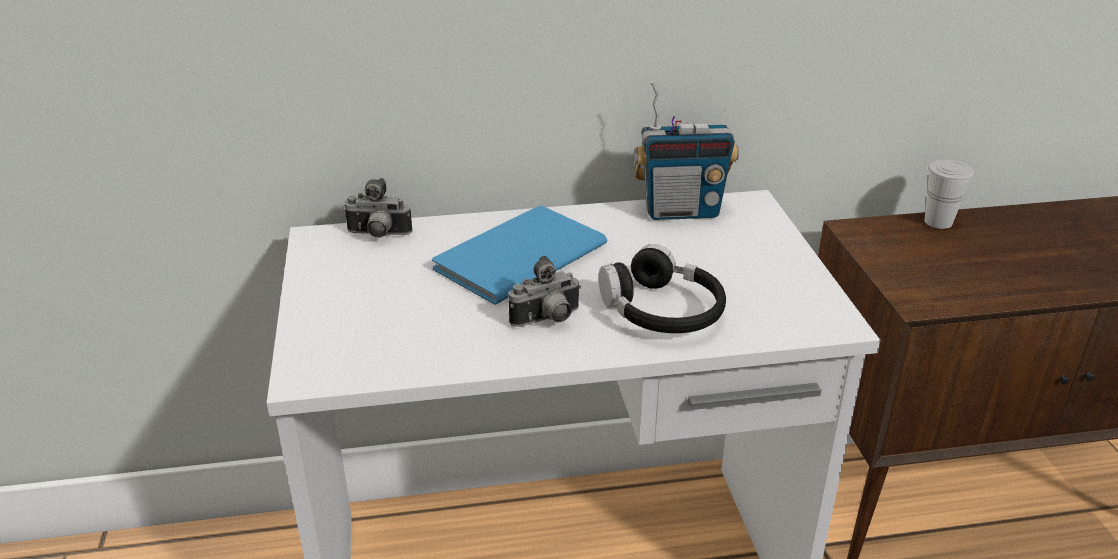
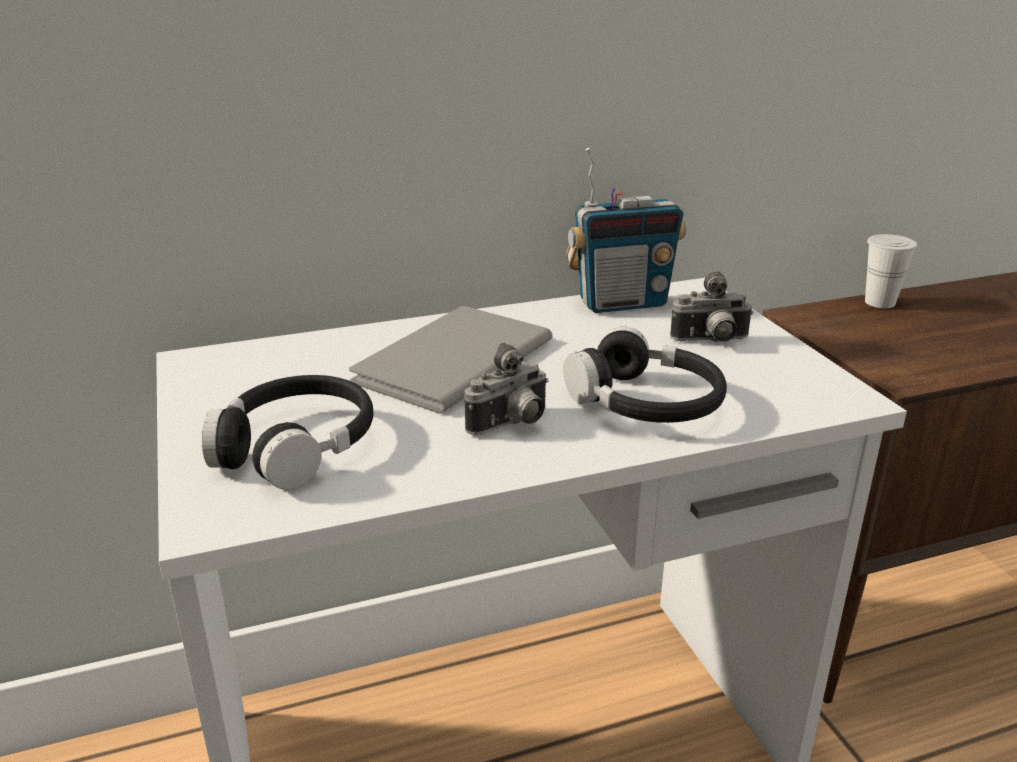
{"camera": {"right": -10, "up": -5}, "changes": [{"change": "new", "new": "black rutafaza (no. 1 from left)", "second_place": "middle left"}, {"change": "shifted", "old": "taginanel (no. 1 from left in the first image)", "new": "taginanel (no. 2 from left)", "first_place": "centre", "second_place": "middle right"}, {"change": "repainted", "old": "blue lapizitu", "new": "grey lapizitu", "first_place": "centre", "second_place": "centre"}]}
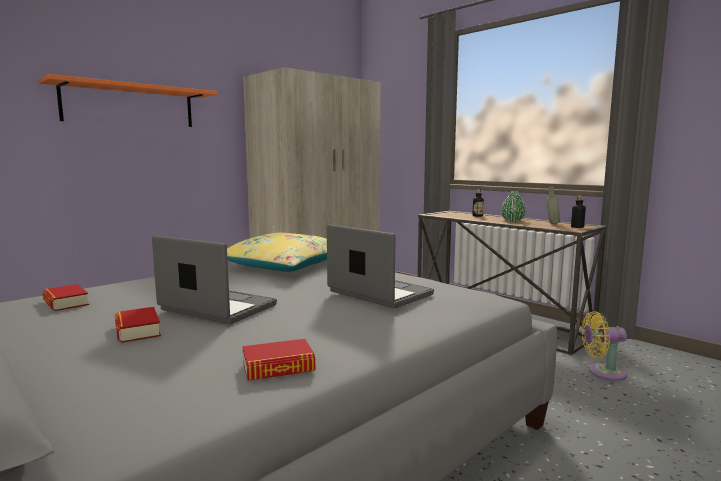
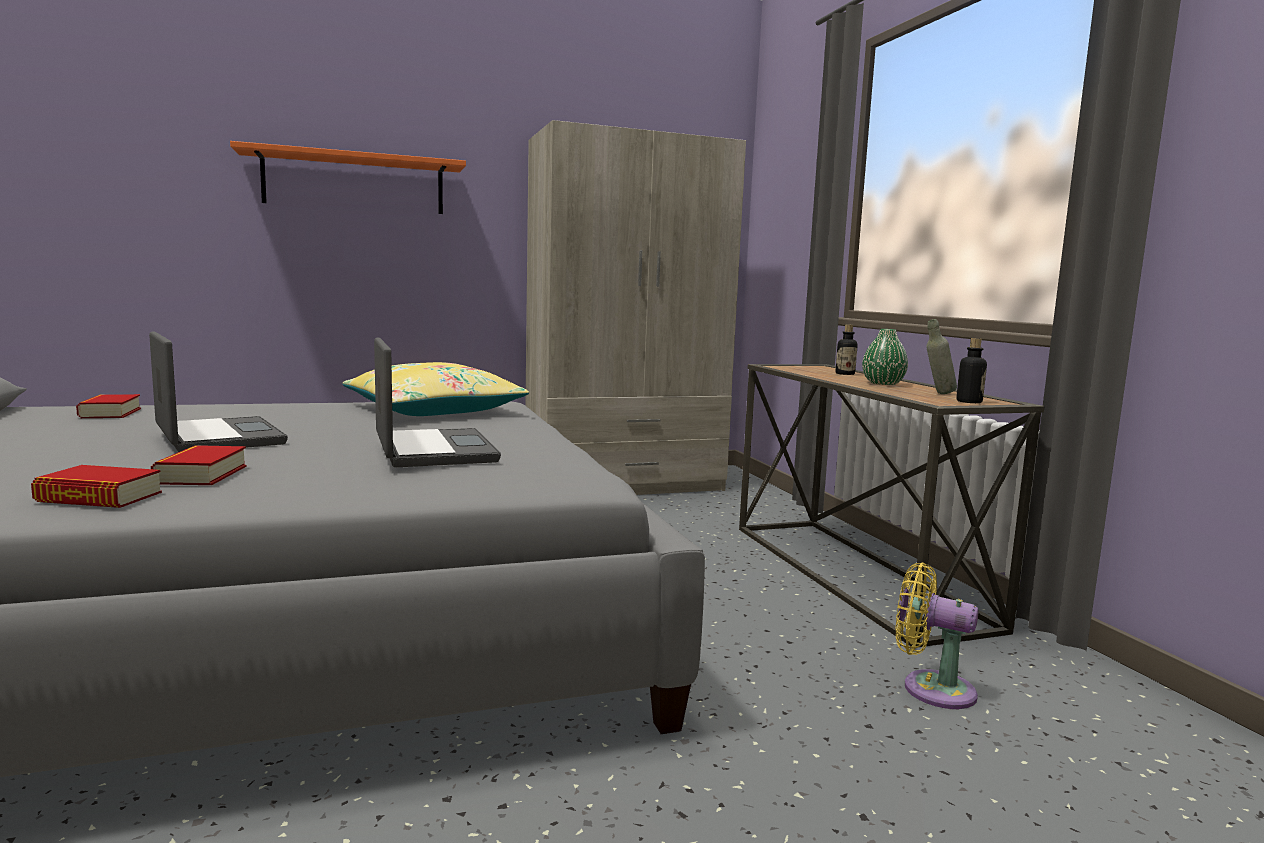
{"camera": {"right": 25, "up": 0}, "changes": [{"change": "shifted", "old": "lapizitu (no. 2 from left in the first image)", "new": "lapizitu (no. 3 from left)", "first_place": "bottom left", "second_place": "middle left"}]}
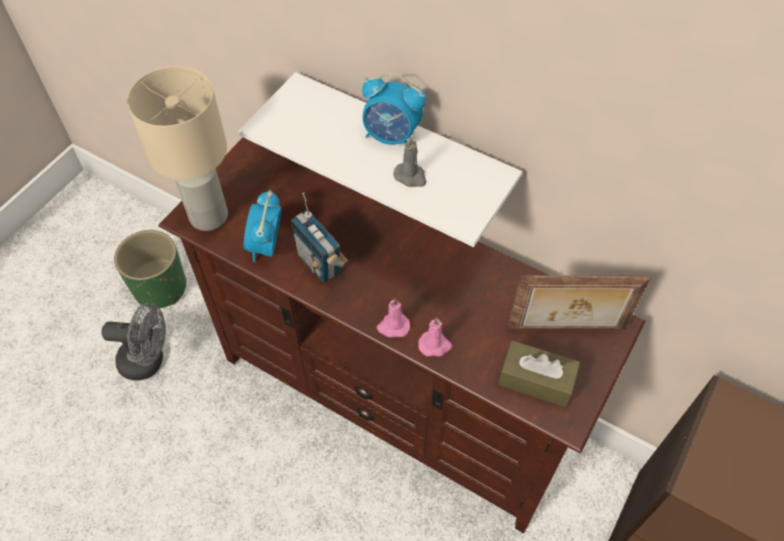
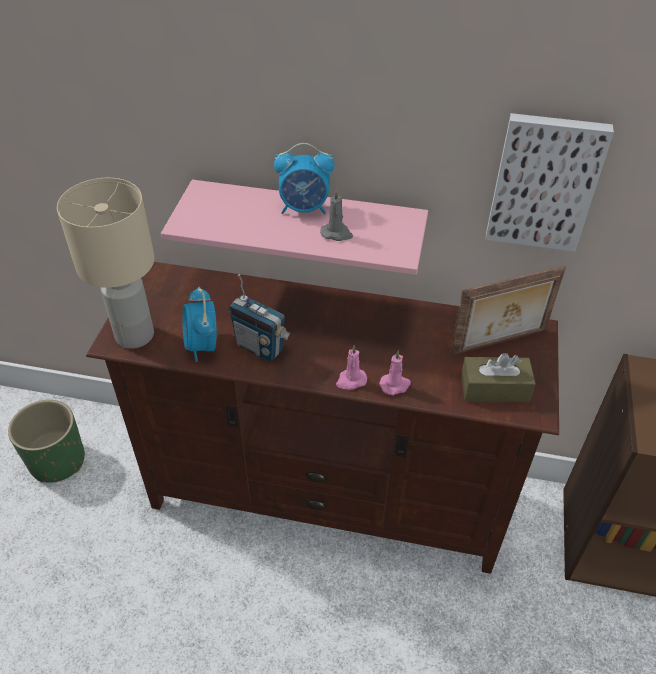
{"camera": {"right": -20, "up": -10}, "changes": [{"change": "gone", "old": "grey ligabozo", "first_place": "middle left"}, {"change": "new", "new": "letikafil", "second_place": "top right"}, {"change": "repainted", "old": "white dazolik", "new": "pink dazolik", "first_place": "top centre", "second_place": "centre"}]}
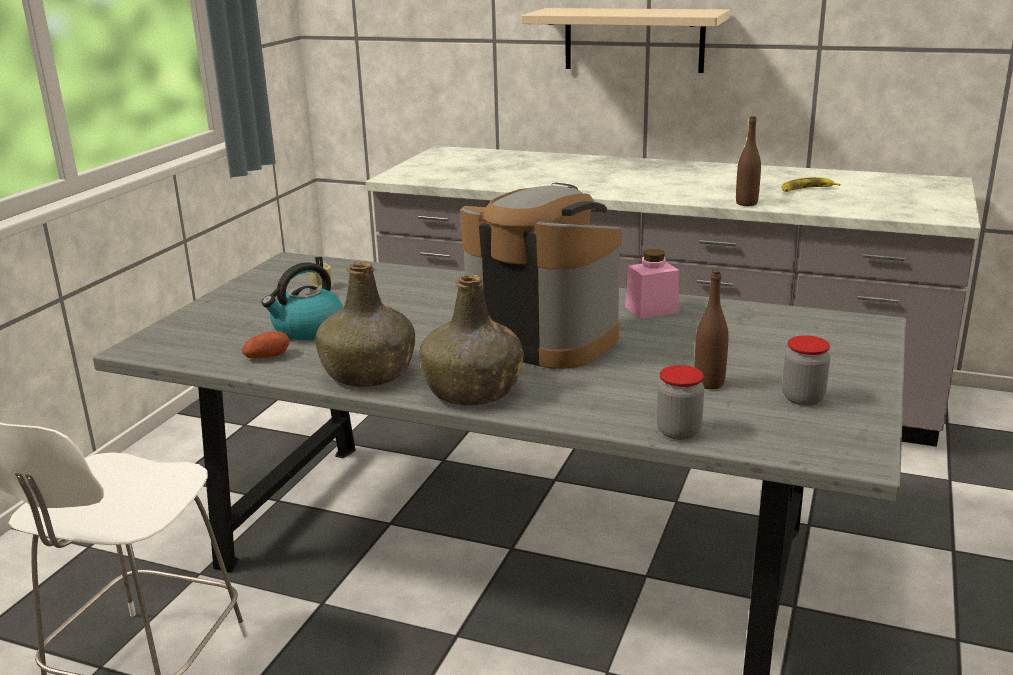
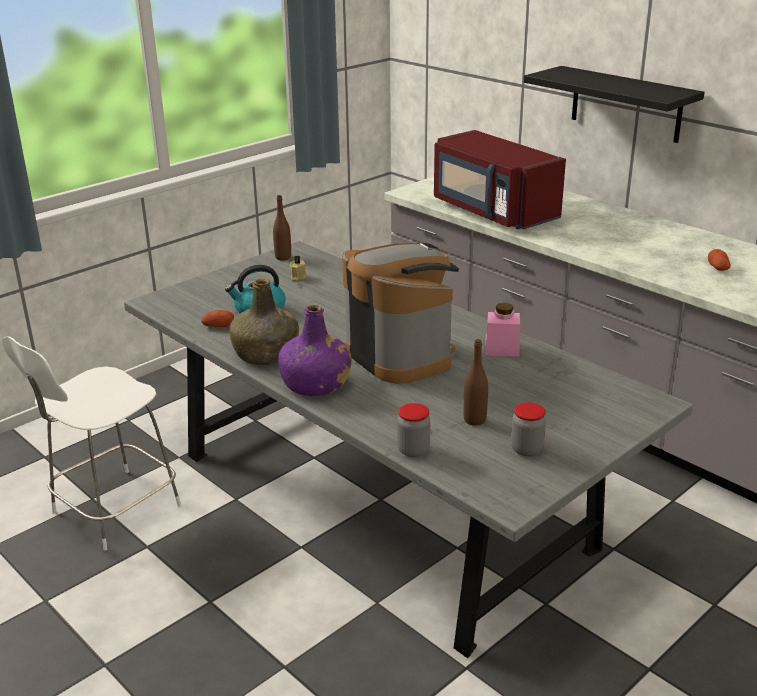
{"camera": {"right": 25, "up": 5}, "changes": [{"change": "new", "new": "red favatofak", "second_place": "top centre"}, {"change": "shifted", "old": "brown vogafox (no. 2 from left in the first image)", "new": "brown vogafox (no. 1 from left)", "first_place": "top right", "second_place": "top centre"}, {"change": "swapped", "old": "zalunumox", "new": "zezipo (no. 2 from left)", "first_place": "top right", "second_place": "middle right"}, {"change": "repainted", "old": "green vogafox (no. 2 from left)", "new": "purple vogafox", "first_place": "centre", "second_place": "centre"}, {"change": "repainted", "old": "beige dazolik", "new": "black dazolik", "first_place": "top centre", "second_place": "top right"}]}
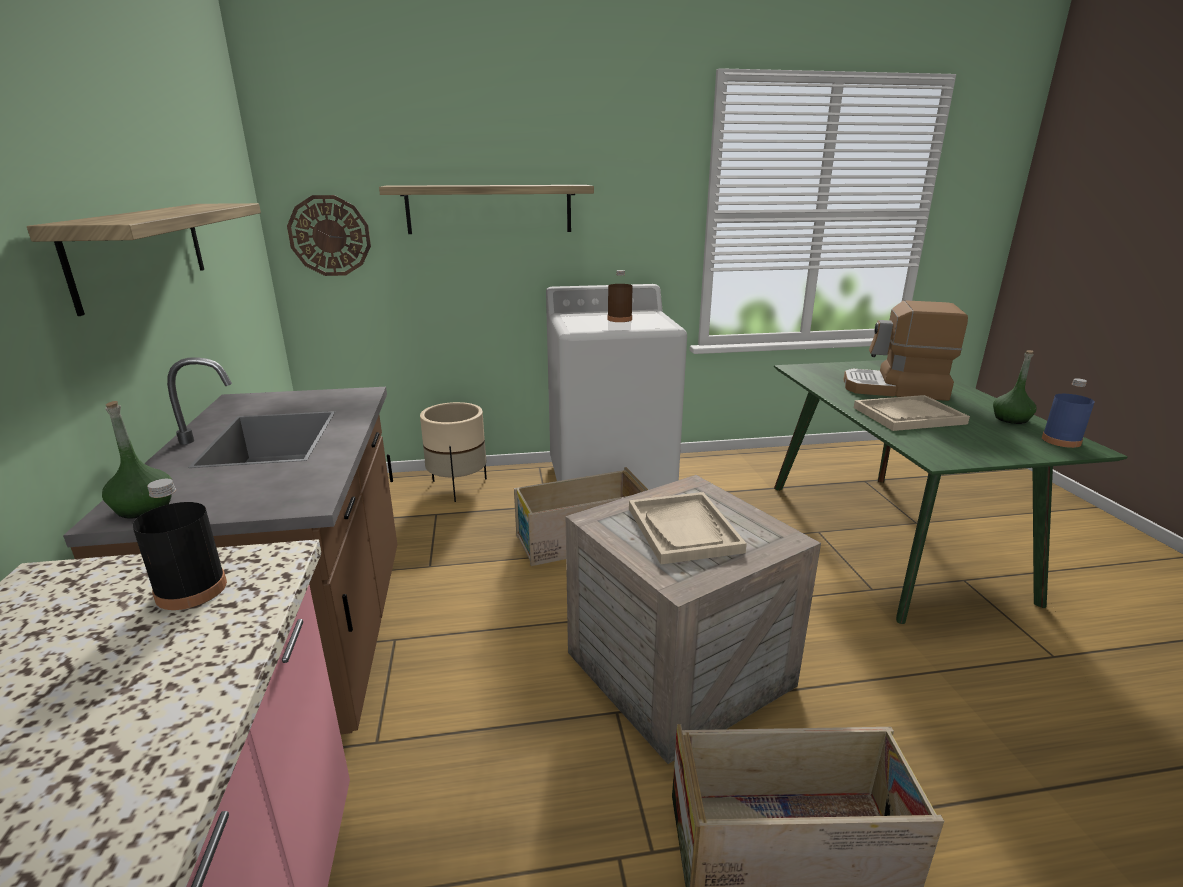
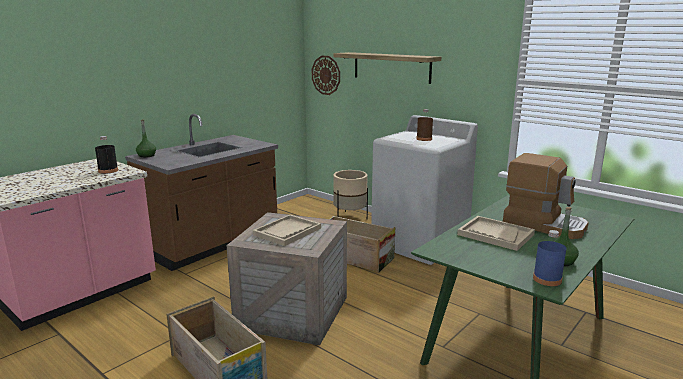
{"camera": {"right": 50, "up": -5}, "changes": [{"change": "gone", "old": "dazolik (no. 1 from left)", "first_place": "top left"}, {"change": "rotated", "old": "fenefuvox", "first_place": "middle right", "second_place": "middle right", "degrees": 150}]}
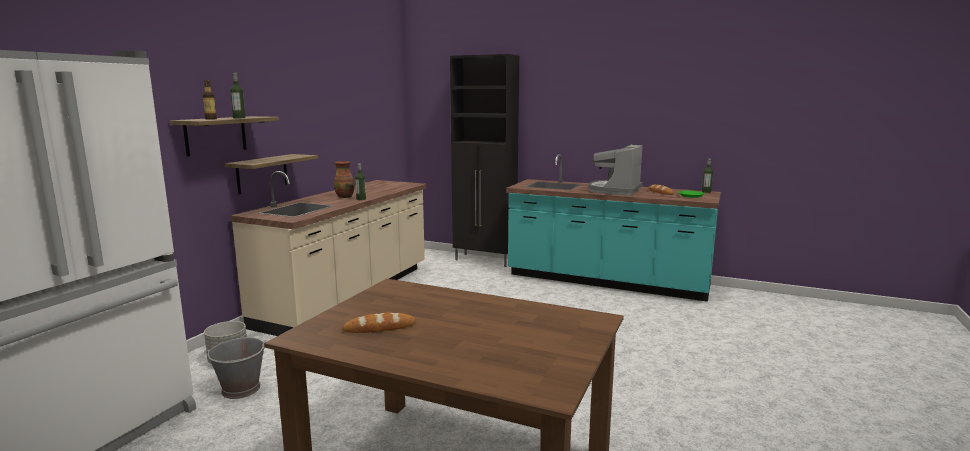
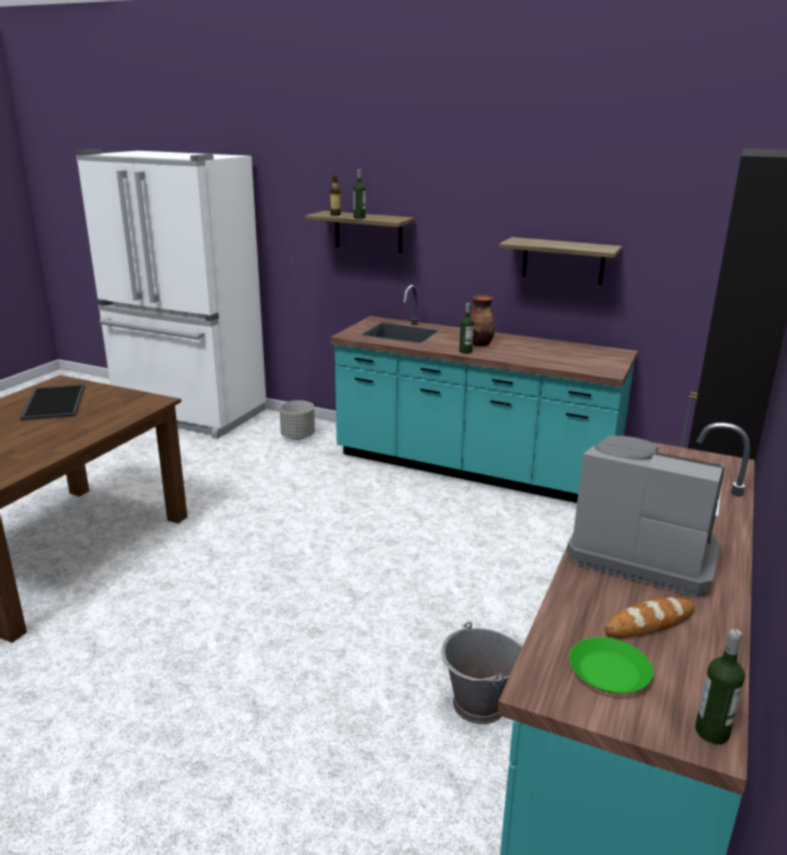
{"camera": {"right": 90, "up": 10}, "changes": [{"change": "shifted", "old": "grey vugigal", "first_place": "bottom left", "second_place": "bottom centre"}, {"change": "shifted", "old": "dazolik (no. 2 from left)", "first_place": "middle left", "second_place": "top right"}, {"change": "swapped", "old": "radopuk (no. 1 from left)", "new": "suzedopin", "first_place": "bottom centre", "second_place": "middle left"}, {"change": "repainted", "old": "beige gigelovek", "new": "turquoise gigelovek (no. 1 from left)", "first_place": "centre", "second_place": "centre"}]}
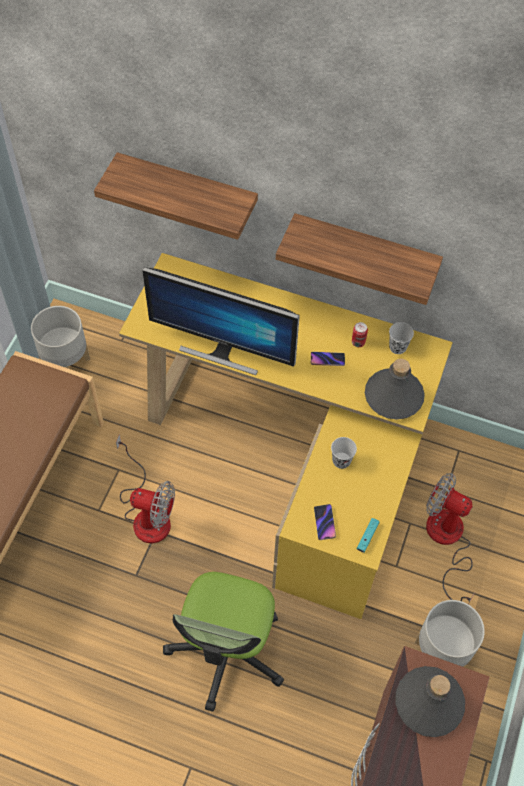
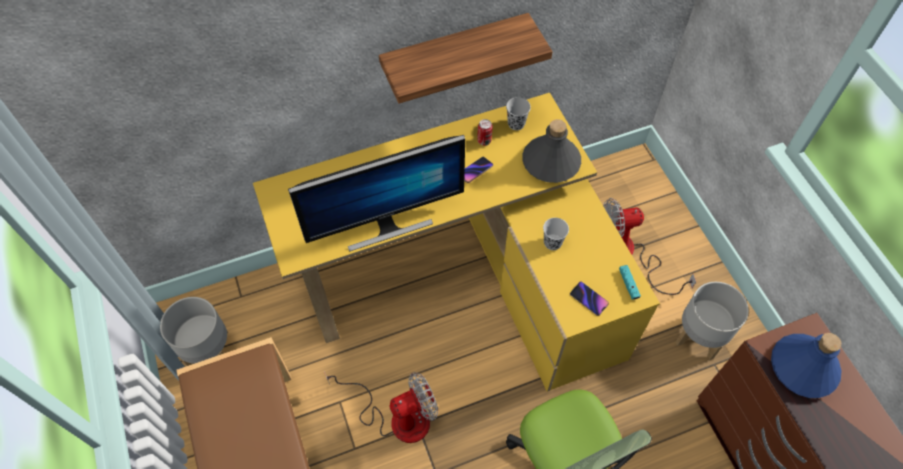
{"camera": {"right": -40, "up": 0}, "changes": [{"change": "gone", "old": "dazolik (no. 1 from left)", "first_place": "top centre"}, {"change": "repainted", "old": "grey vogafox (no. 2 from left)", "new": "blue vogafox", "first_place": "bottom right", "second_place": "bottom right"}]}
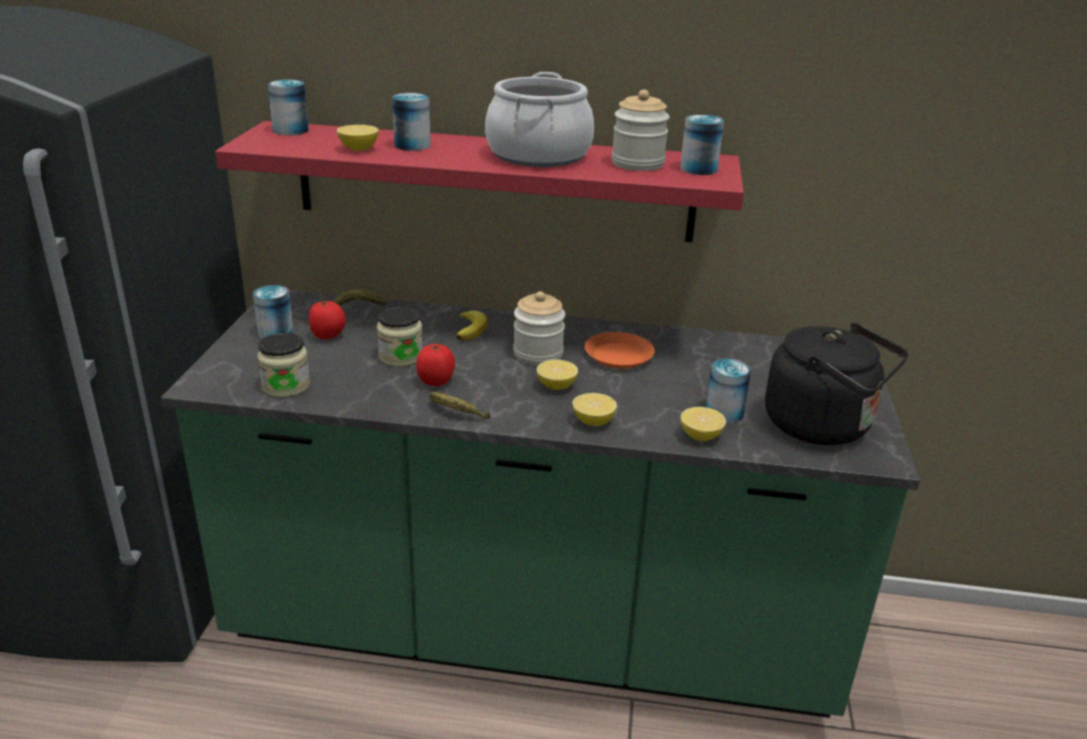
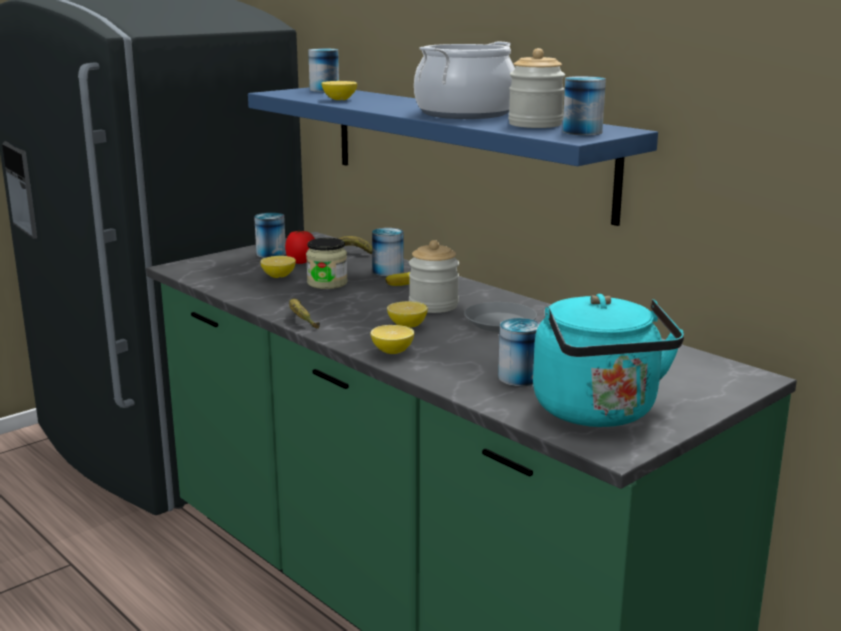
{"camera": {"right": 40, "up": -10}, "changes": [{"change": "gone", "old": "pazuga (no. 1 from left)", "first_place": "middle left"}, {"change": "gone", "old": "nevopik (no. 2 from left)", "first_place": "centre"}, {"change": "shifted", "old": "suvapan (no. 3 from left)", "first_place": "top centre", "second_place": "centre"}, {"change": "shifted", "old": "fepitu (no. 4 from left in the first image)", "new": "fepitu (no. 1 from left)", "first_place": "centre", "second_place": "middle left"}, {"change": "repainted", "old": "red dazolik", "new": "blue dazolik", "first_place": "top centre", "second_place": "top centre"}, {"change": "repainted", "old": "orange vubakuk", "new": "grey vubakuk", "first_place": "centre", "second_place": "centre"}, {"change": "repainted", "old": "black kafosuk", "new": "turquoise kafosuk", "first_place": "middle right", "second_place": "middle right"}]}
